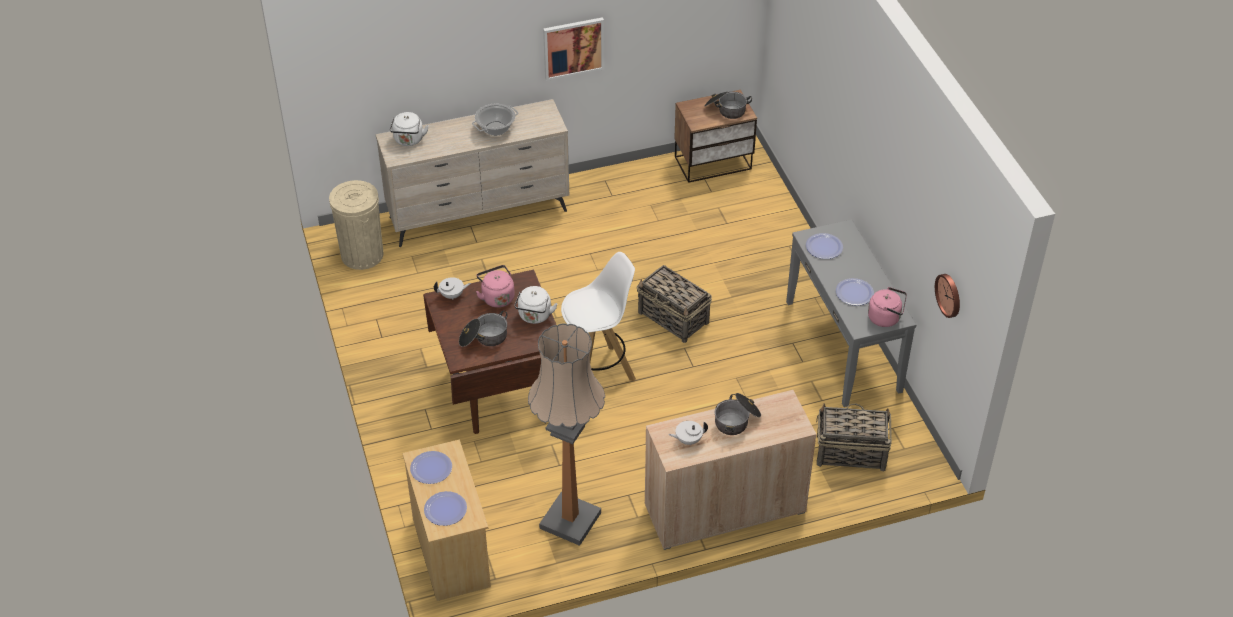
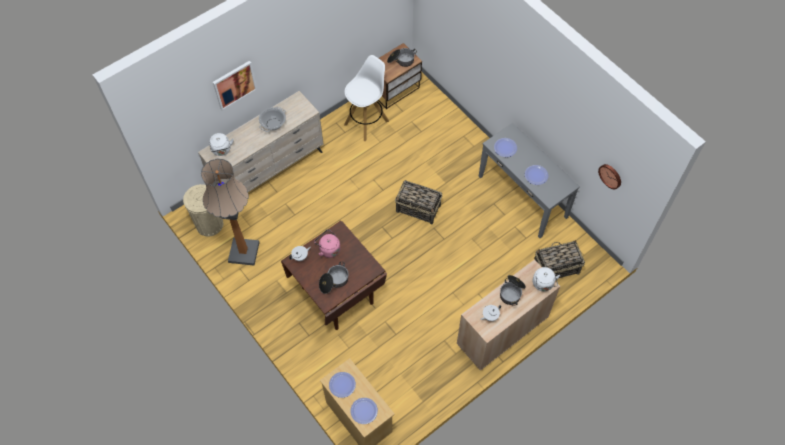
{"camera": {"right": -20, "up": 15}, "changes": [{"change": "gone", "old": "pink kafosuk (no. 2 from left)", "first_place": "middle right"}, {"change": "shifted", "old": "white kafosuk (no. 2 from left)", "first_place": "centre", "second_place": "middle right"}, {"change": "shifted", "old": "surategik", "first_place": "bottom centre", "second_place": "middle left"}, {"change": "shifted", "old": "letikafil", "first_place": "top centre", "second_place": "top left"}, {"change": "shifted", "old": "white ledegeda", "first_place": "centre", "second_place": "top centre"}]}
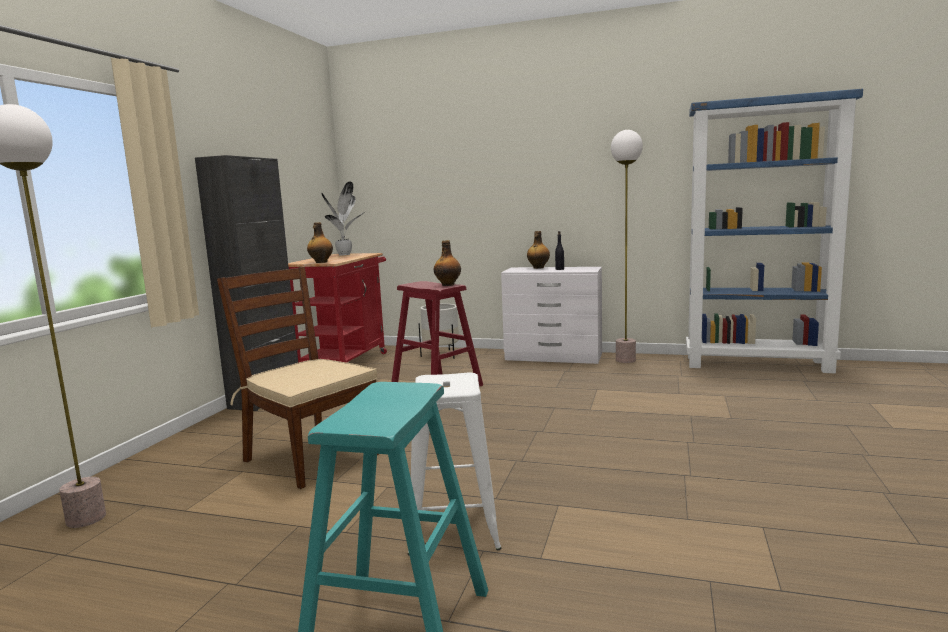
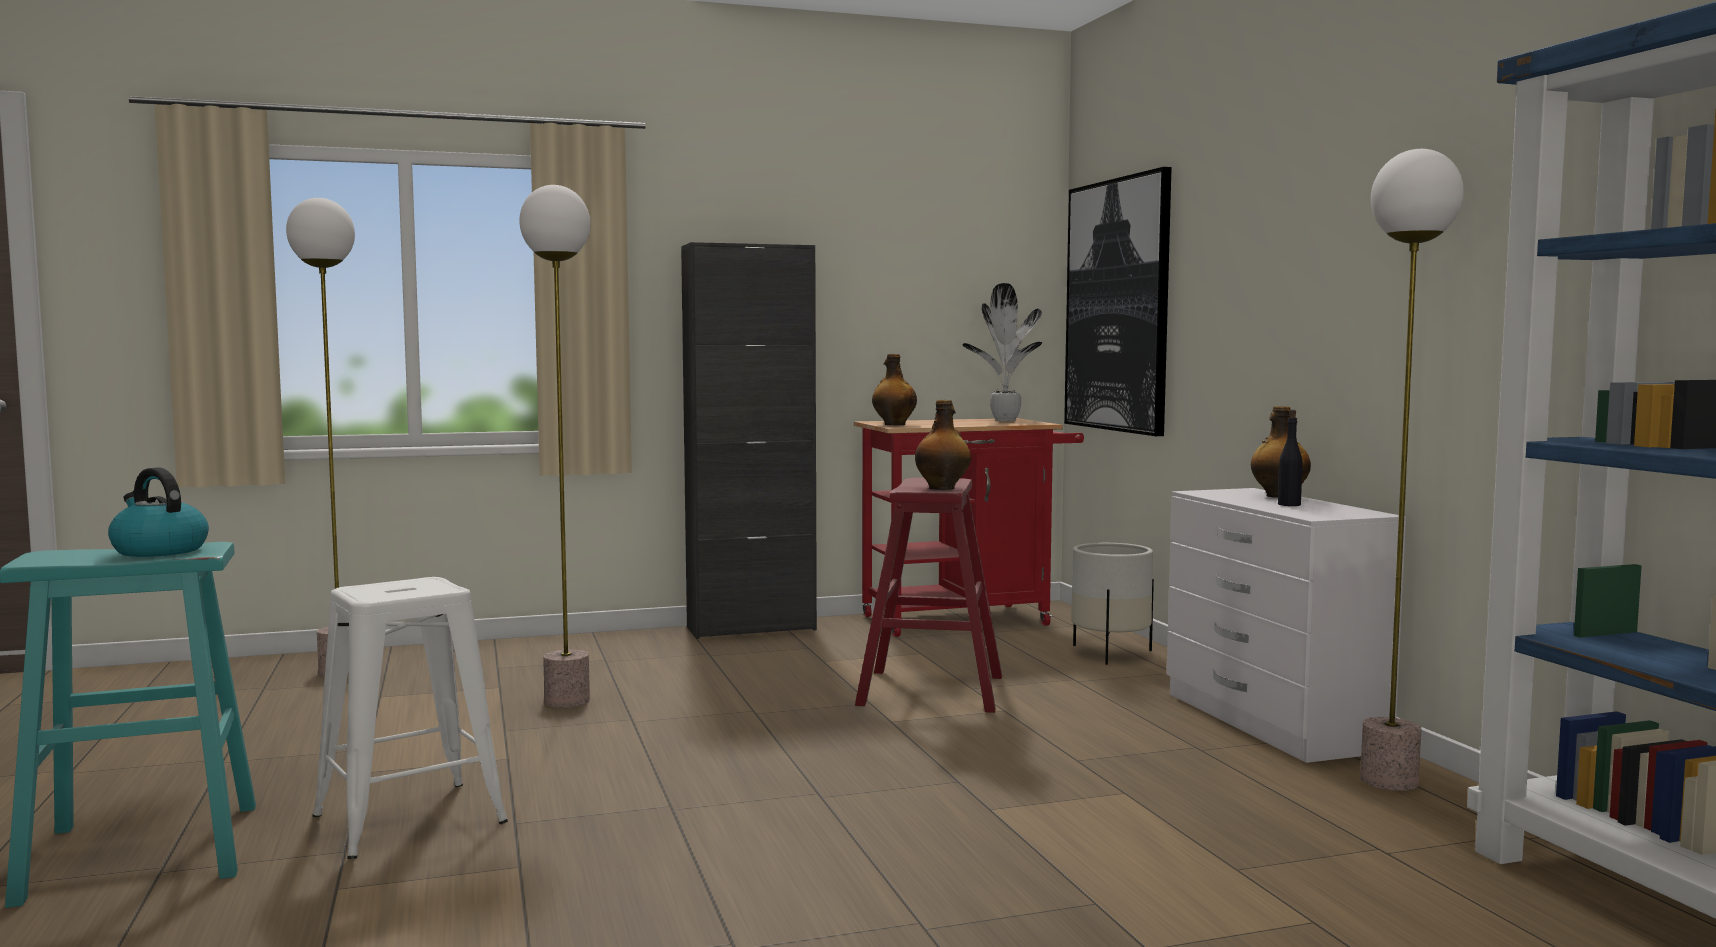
{"camera": {"right": 55, "up": -5}, "changes": [{"change": "new", "new": "kafosuk", "second_place": "middle left"}, {"change": "new", "new": "letikafil", "second_place": "top centre"}, {"change": "swapped", "old": "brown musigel", "new": "surategik (no. 2 from left)", "first_place": "middle left", "second_place": "middle left"}]}
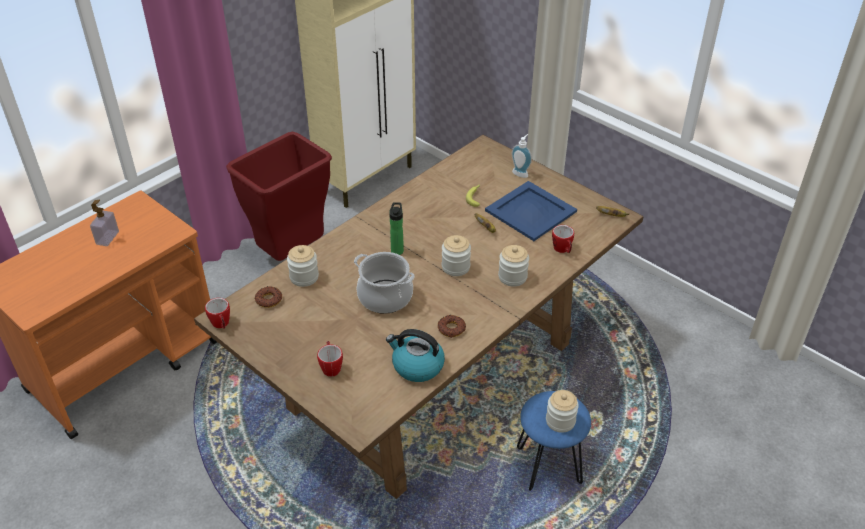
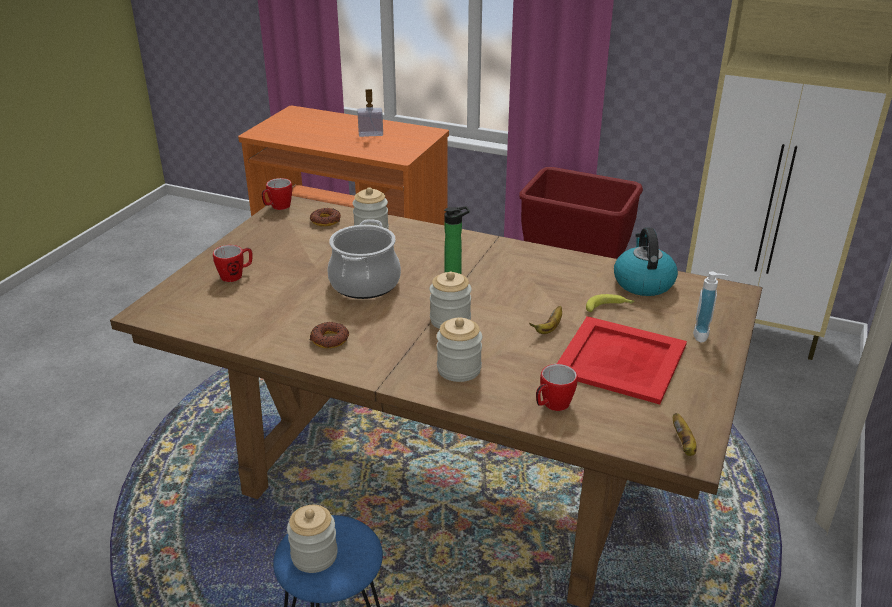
{"camera": {"right": 70, "up": -10}, "changes": [{"change": "shifted", "old": "kafosuk", "first_place": "bottom centre", "second_place": "middle right"}, {"change": "repainted", "old": "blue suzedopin", "new": "red suzedopin", "first_place": "centre", "second_place": "middle right"}]}
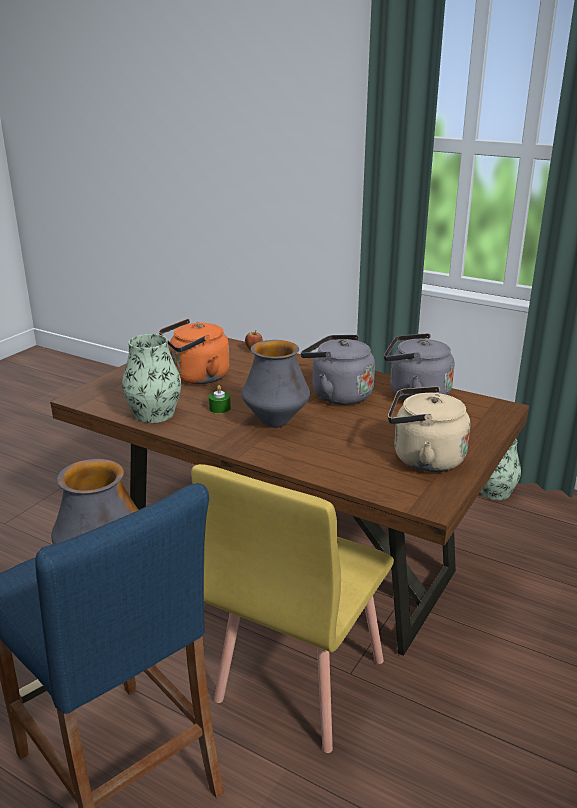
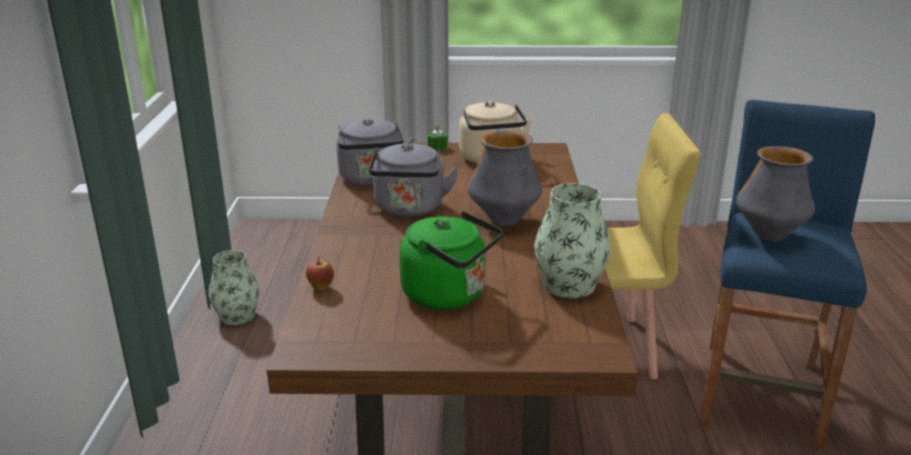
{"camera": {"right": -120, "up": 0}, "changes": [{"change": "shifted", "old": "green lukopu", "first_place": "centre", "second_place": "top centre"}, {"change": "repainted", "old": "orange kafosuk", "new": "green kafosuk", "first_place": "centre", "second_place": "centre"}]}
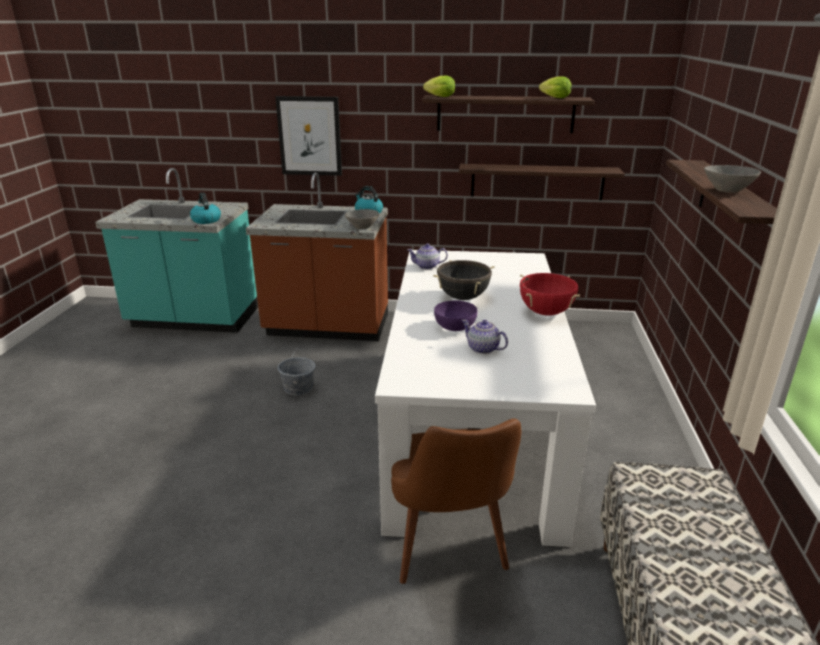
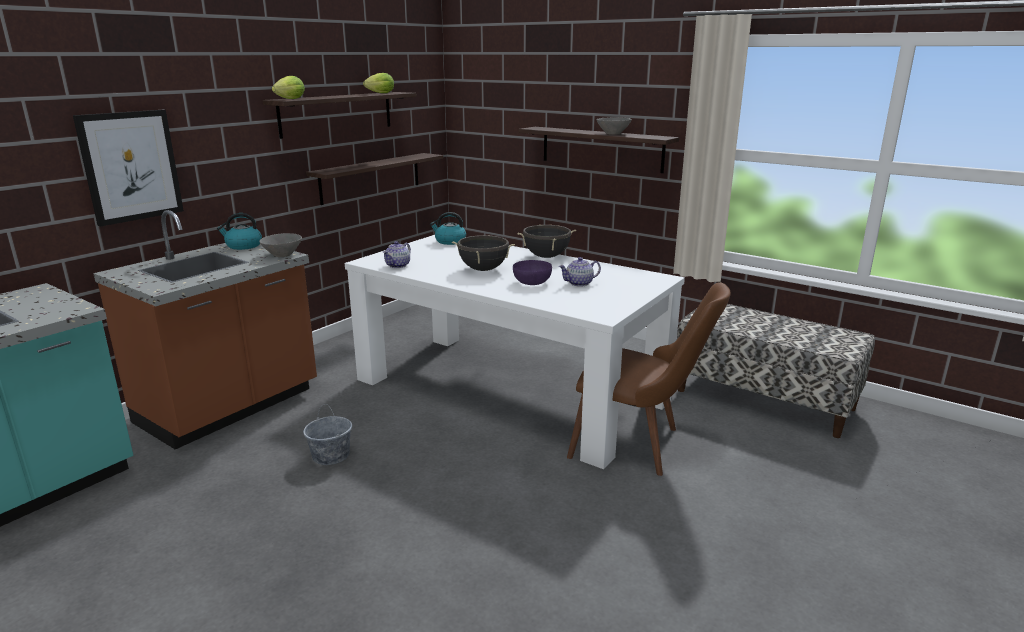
{"camera": {"right": -60, "up": -5}, "changes": [{"change": "shifted", "old": "kafosuk (no. 1 from left in the first image)", "new": "kafosuk (no. 2 from left)", "first_place": "top left", "second_place": "centre"}, {"change": "repainted", "old": "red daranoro", "new": "black daranoro (no. 2 from left)", "first_place": "middle right", "second_place": "centre"}]}
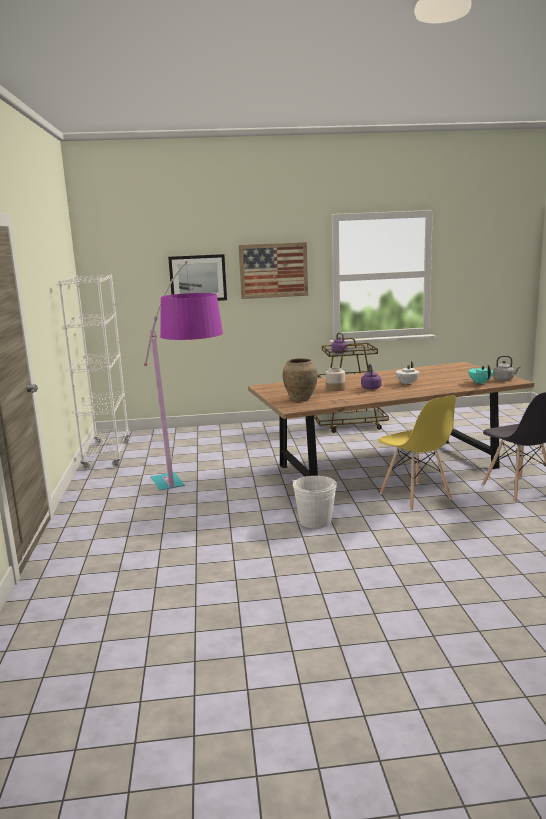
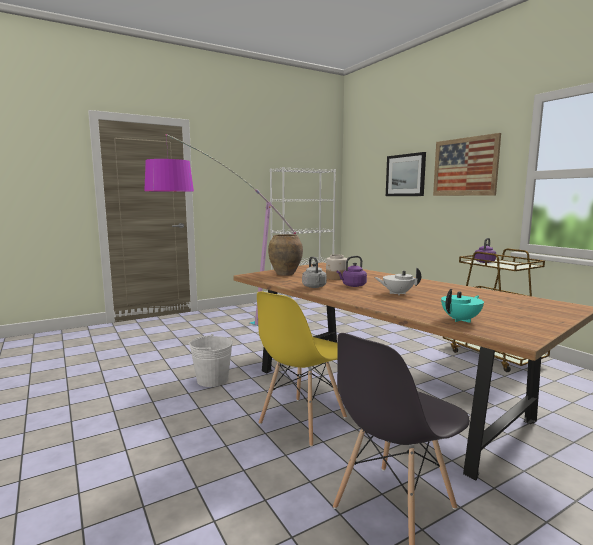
{"camera": {"right": 65, "up": -5}, "changes": [{"change": "shifted", "old": "grey kafosuk", "first_place": "middle right", "second_place": "centre"}]}
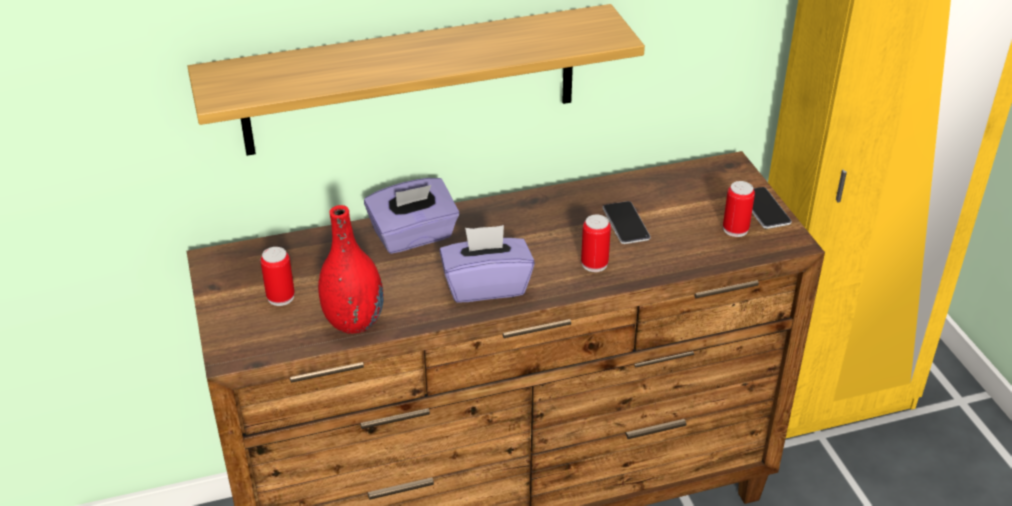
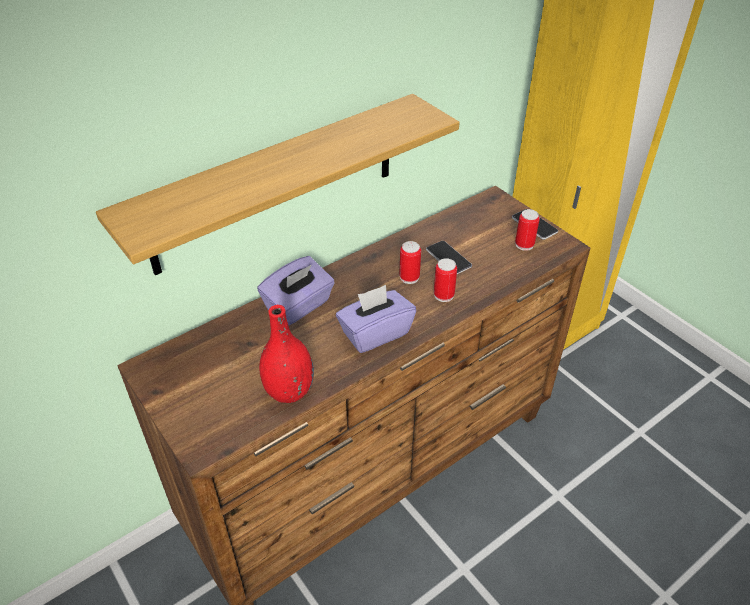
{"camera": {"right": -20, "up": 5}, "changes": [{"change": "shifted", "old": "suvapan (no. 1 from left)", "first_place": "middle left", "second_place": "centre"}]}
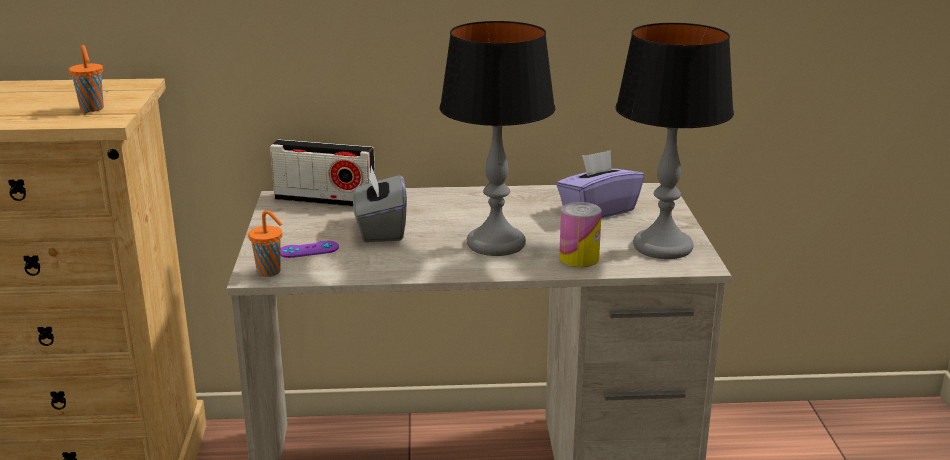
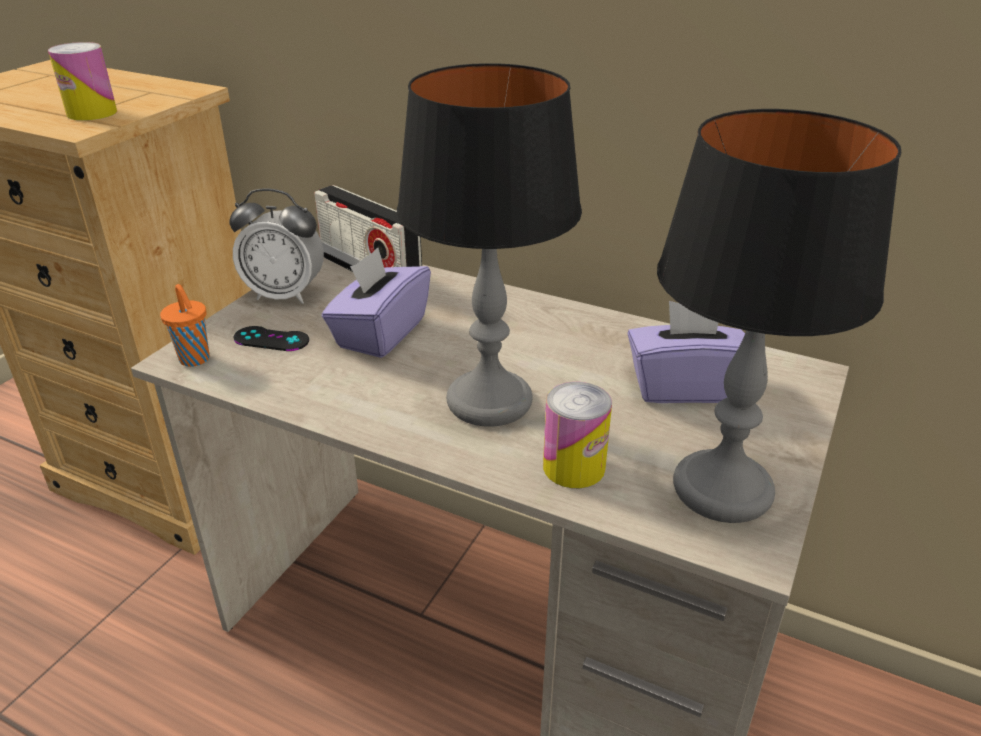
{"camera": {"right": 30, "up": 10}, "changes": [{"change": "new", "new": "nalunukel", "second_place": "middle left"}, {"change": "swapped", "old": "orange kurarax (no. 1 from left)", "new": "suvapan (no. 1 from left)", "first_place": "top left", "second_place": "top left"}, {"change": "repainted", "old": "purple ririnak", "new": "black ririnak", "first_place": "middle left", "second_place": "middle left"}, {"change": "repainted", "old": "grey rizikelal", "new": "purple rizikelal (no. 1 from left)", "first_place": "centre", "second_place": "centre"}]}
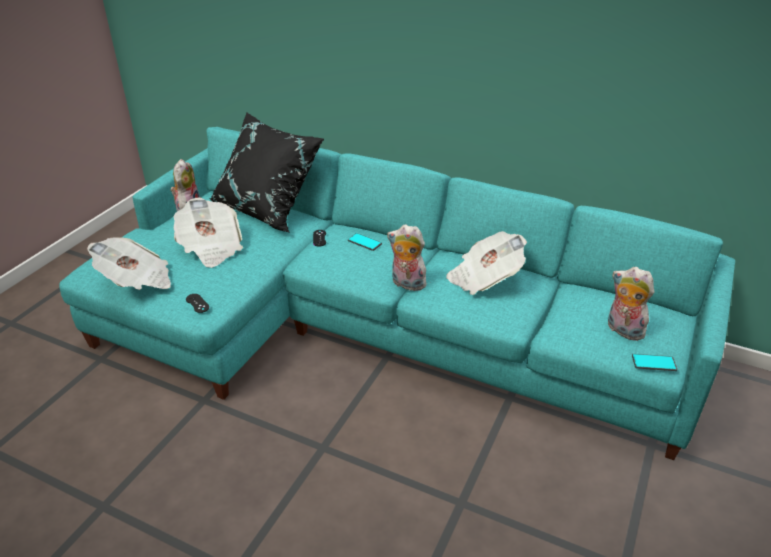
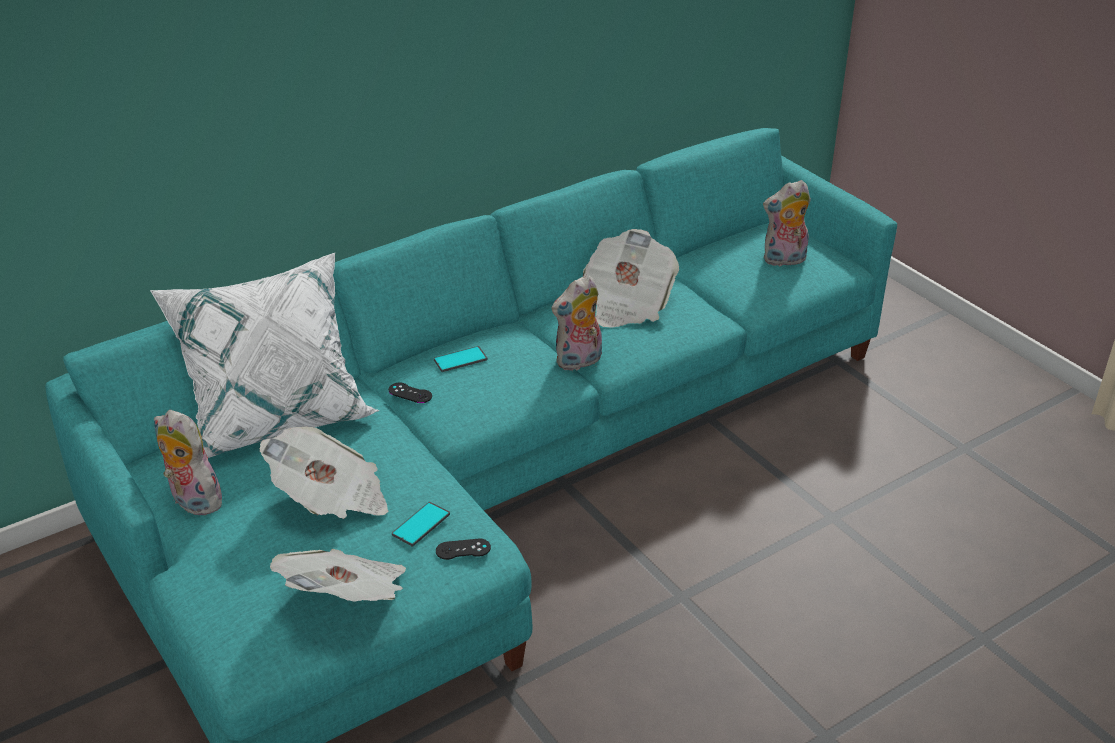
{"camera": {"right": -60, "up": 0}, "changes": [{"change": "shifted", "old": "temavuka (no. 2 from left in the first image)", "new": "temavuka (no. 1 from left)", "first_place": "middle right", "second_place": "bottom centre"}, {"change": "repainted", "old": "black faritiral", "new": "white faritiral", "first_place": "top centre", "second_place": "middle left"}]}
